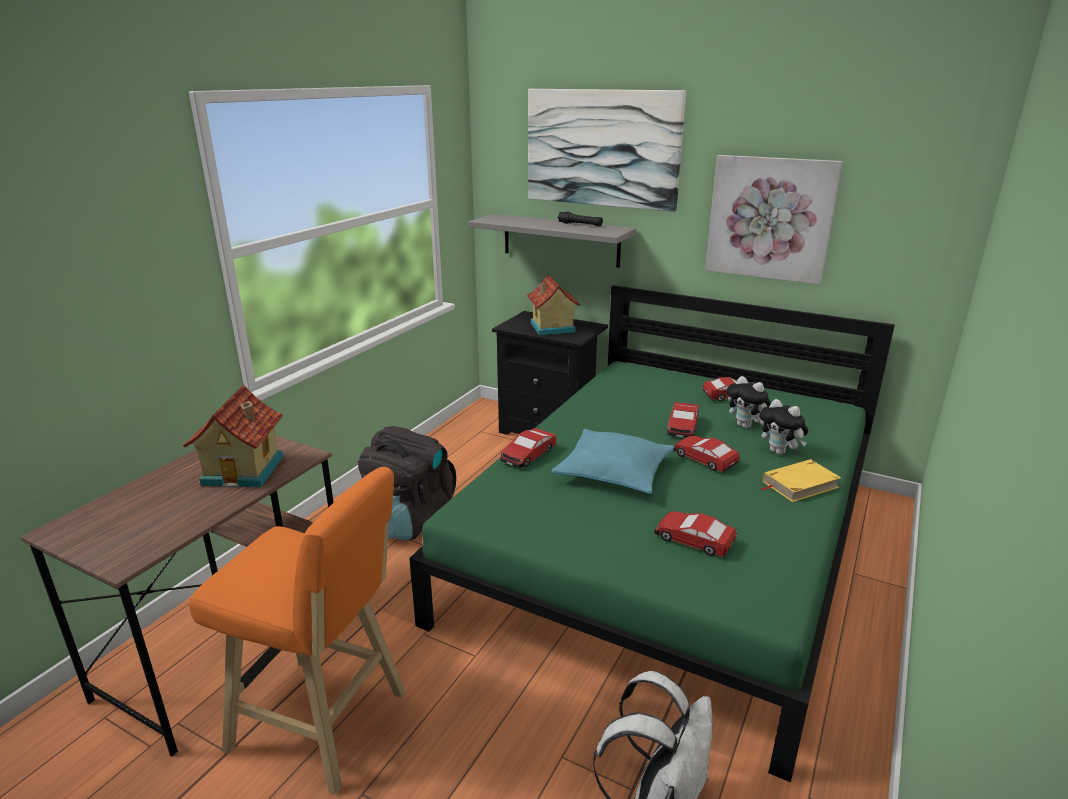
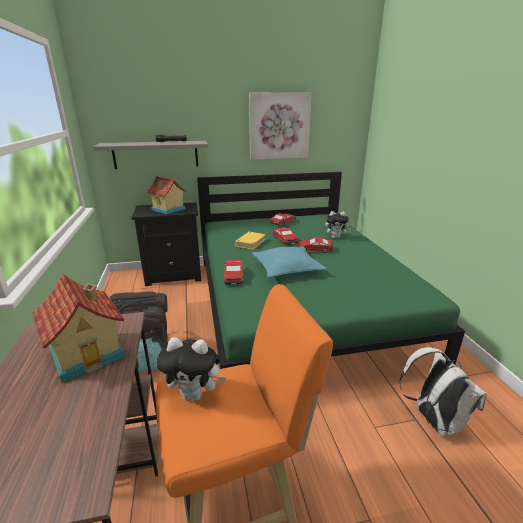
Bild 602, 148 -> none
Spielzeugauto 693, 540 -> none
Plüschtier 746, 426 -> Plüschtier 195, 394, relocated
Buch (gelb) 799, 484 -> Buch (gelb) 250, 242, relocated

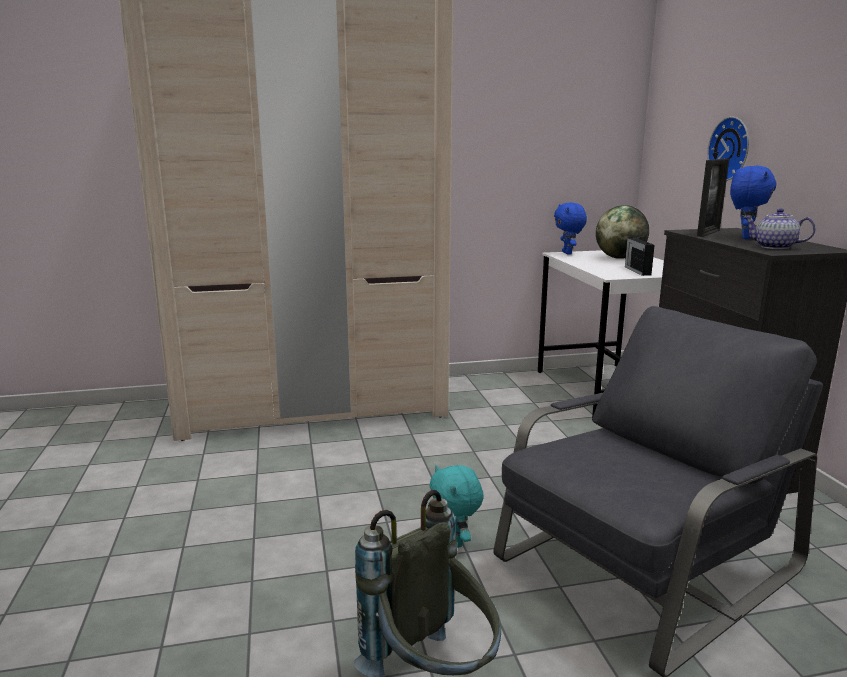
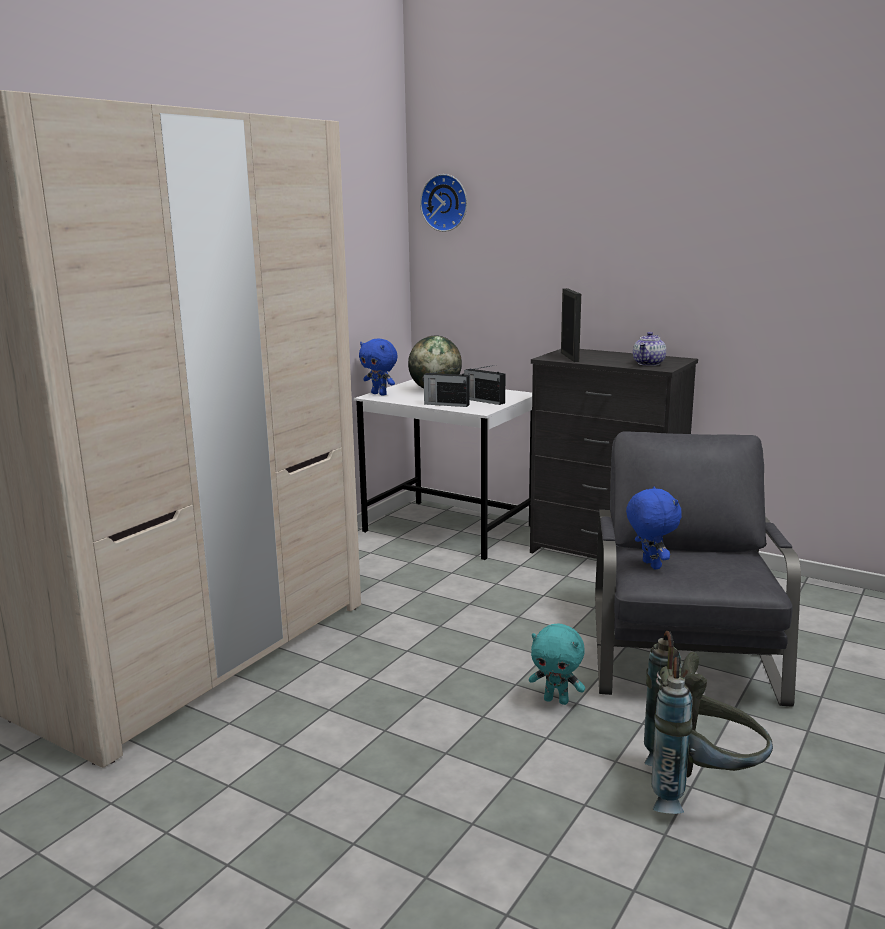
none -> Radio 445, 404
Wanduhr 732, 149 -> Wanduhr 445, 203, relocated
Plüschtier (blau) 744, 237 -> Plüschtier (blau) 649, 565, relocated
Teekanne 774, 247 -> Teekanne 649, 364, 45 degrees counterclockwise

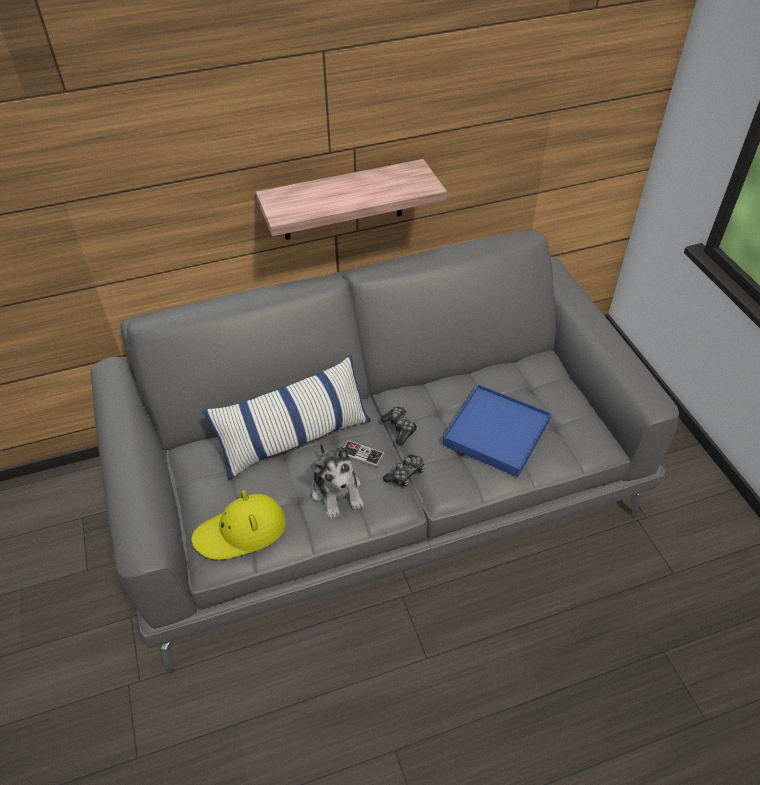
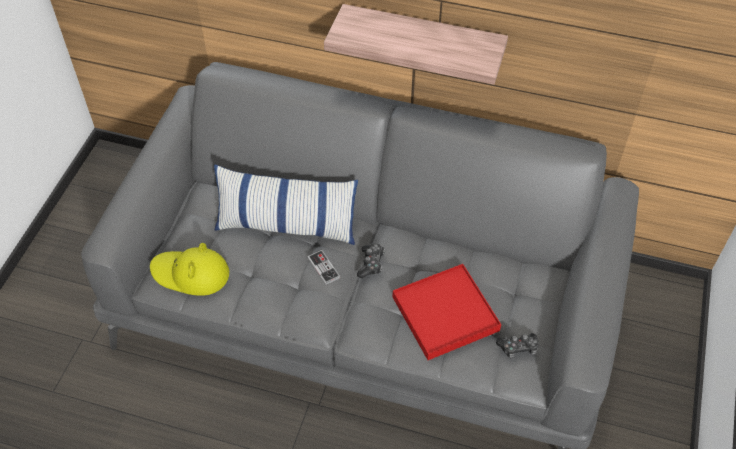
Plüschtier 337, 491 -> none
Gamepad 405, 474 -> Gamepad 518, 348, relocated
Tablett (blau) 496, 433 -> Tablett (rot) 445, 313

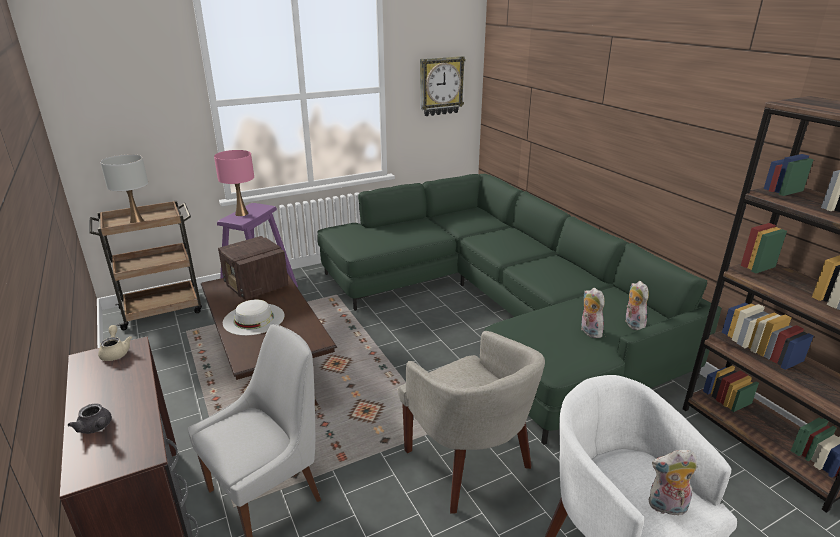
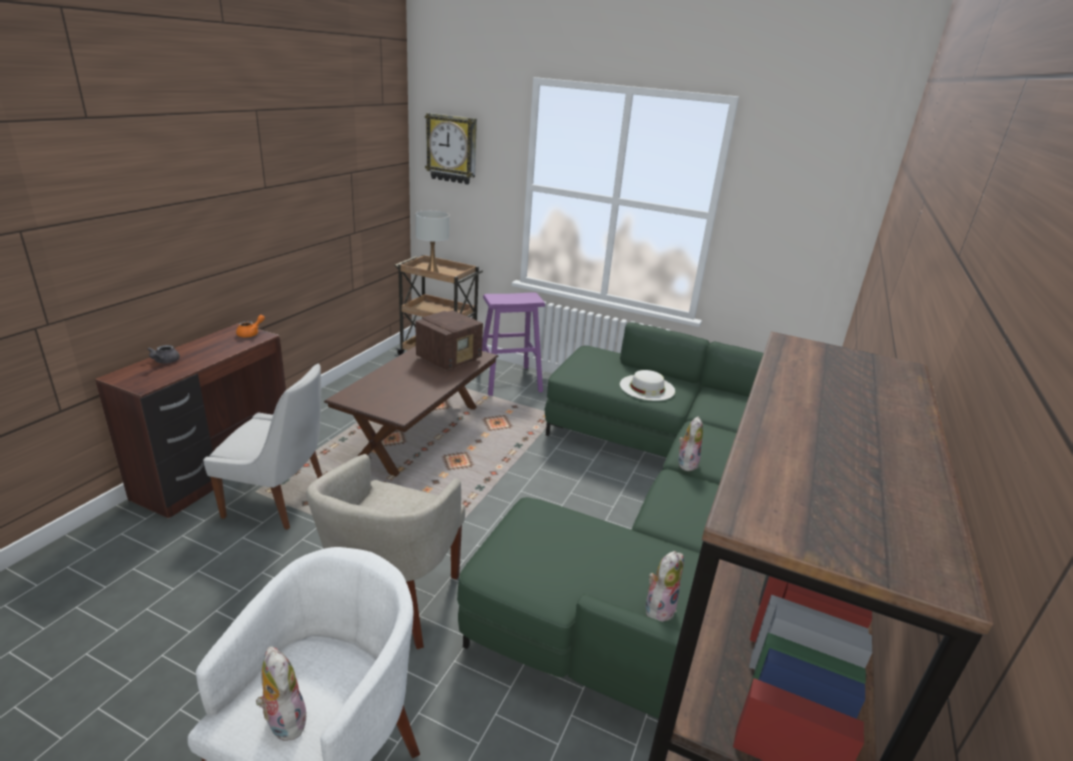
Tischlampe (rosa) 241, 214 -> none
Hut (weiß) 254, 319 -> Hut (weiß) 647, 387, relocated
Wanduhr 440, 86 -> Wanduhr 452, 149, relocated
Plüschtier 588, 331 -> Plüschtier 686, 463, relocated
Teekanne (beige) 115, 352 -> Teekanne (orange) 251, 334
Radio 256, 287 -> Radio 450, 358, 150 degrees counterclockwise

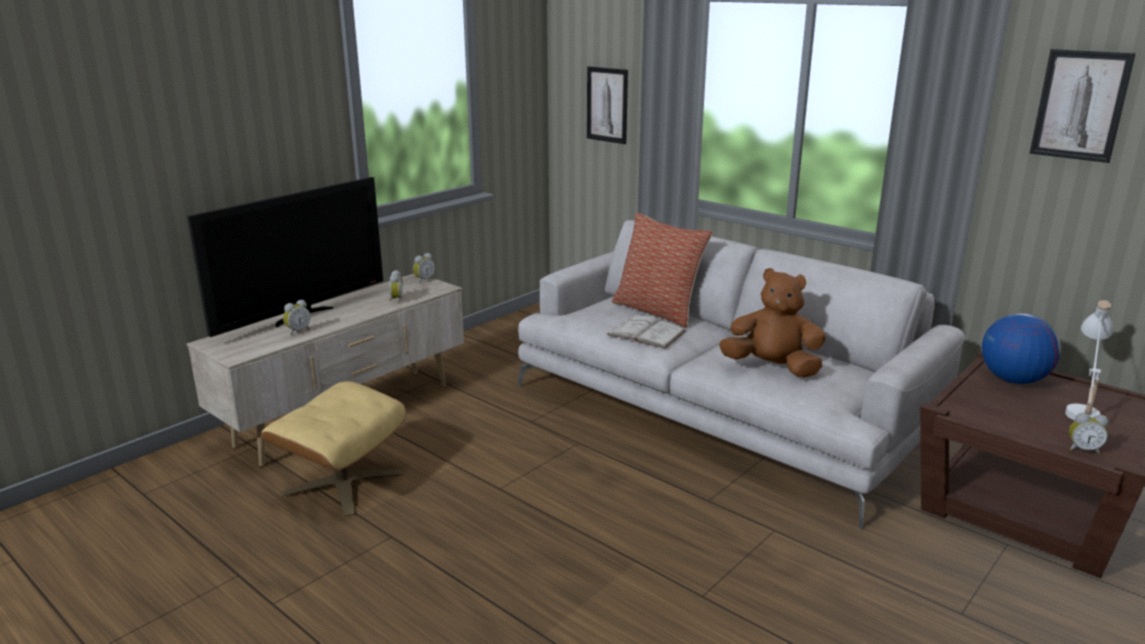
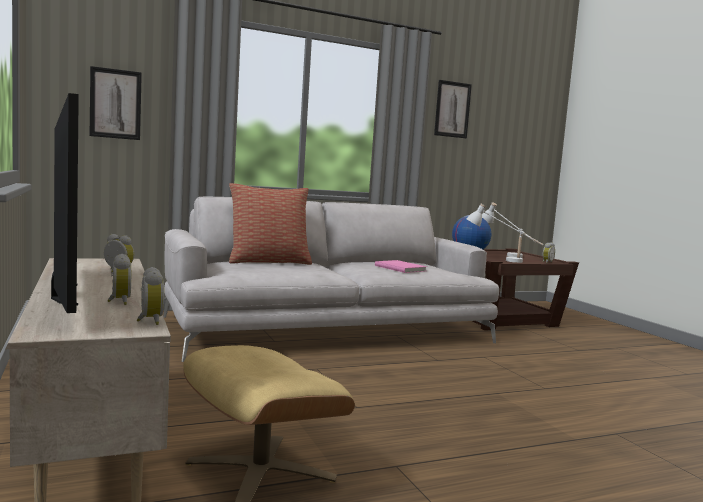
Buch (weiß) 646, 333 -> none
none -> Tischlampe (weiß) 501, 260
Wecker 424, 280 -> Wecker 149, 321, relocated
Plüschtier (braun) 772, 367 -> Buch (rosa) 400, 268

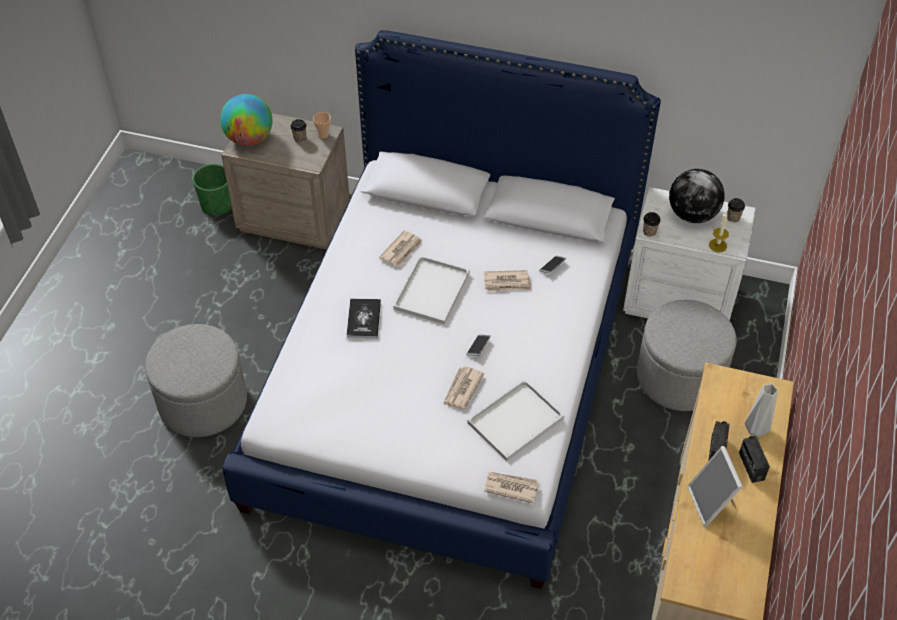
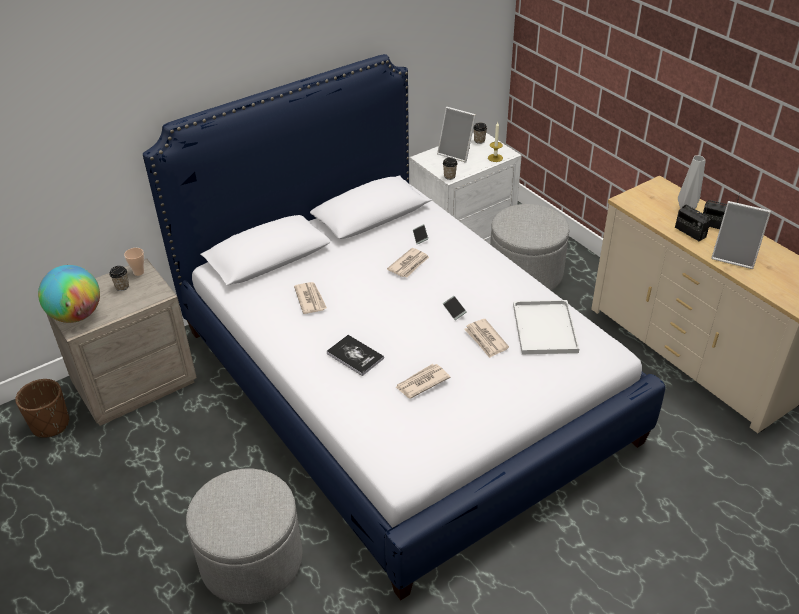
Tablett (weiß) 432, 292 -> none
Zeitung 511, 487 -> Zeitung 421, 382, relocated
Globus 692, 215 -> Bilderrahmen 457, 153
Pflanzkübel (grün) 217, 204 -> Pflanzkübel (braun) 50, 424

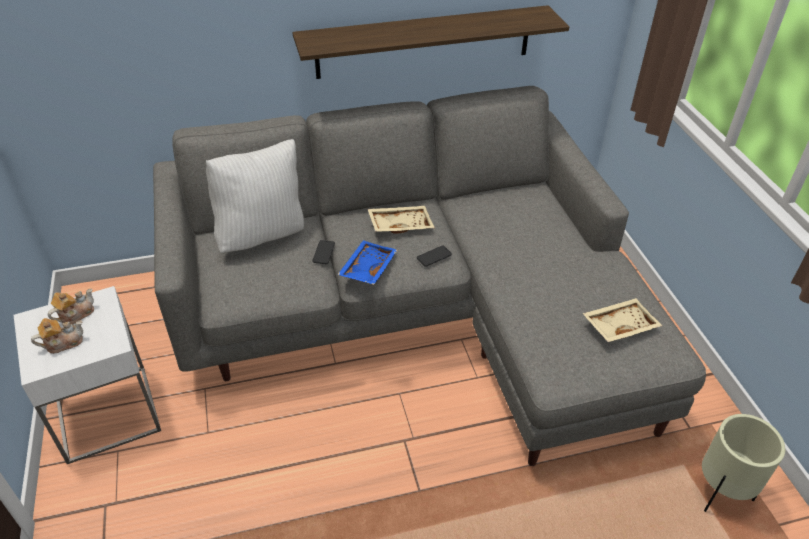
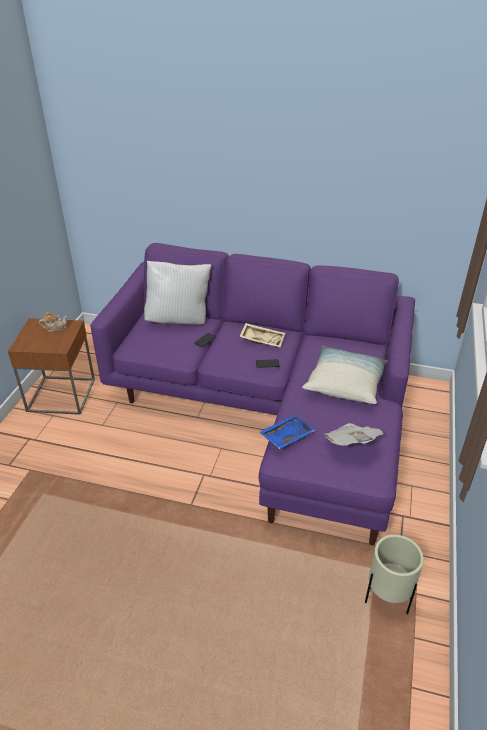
Teekanne 63, 343 -> none
Wandregal 424, 42 -> none
none -> Kissen 345, 384
Tablett (blau) 367, 268 -> Tablett (blau) 286, 436, relocated
Tablett (beige) 619, 325 -> Zeitung 351, 444
Beistelltisch (weiß) 107, 413 -> Beistelltisch (braun) 61, 395
Sofa (grau) 421, 316 -> Sofa (lila) 269, 411

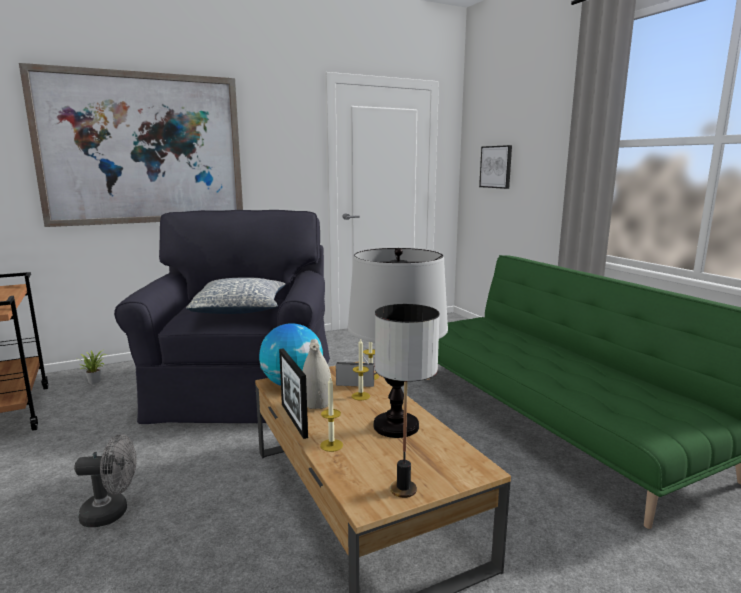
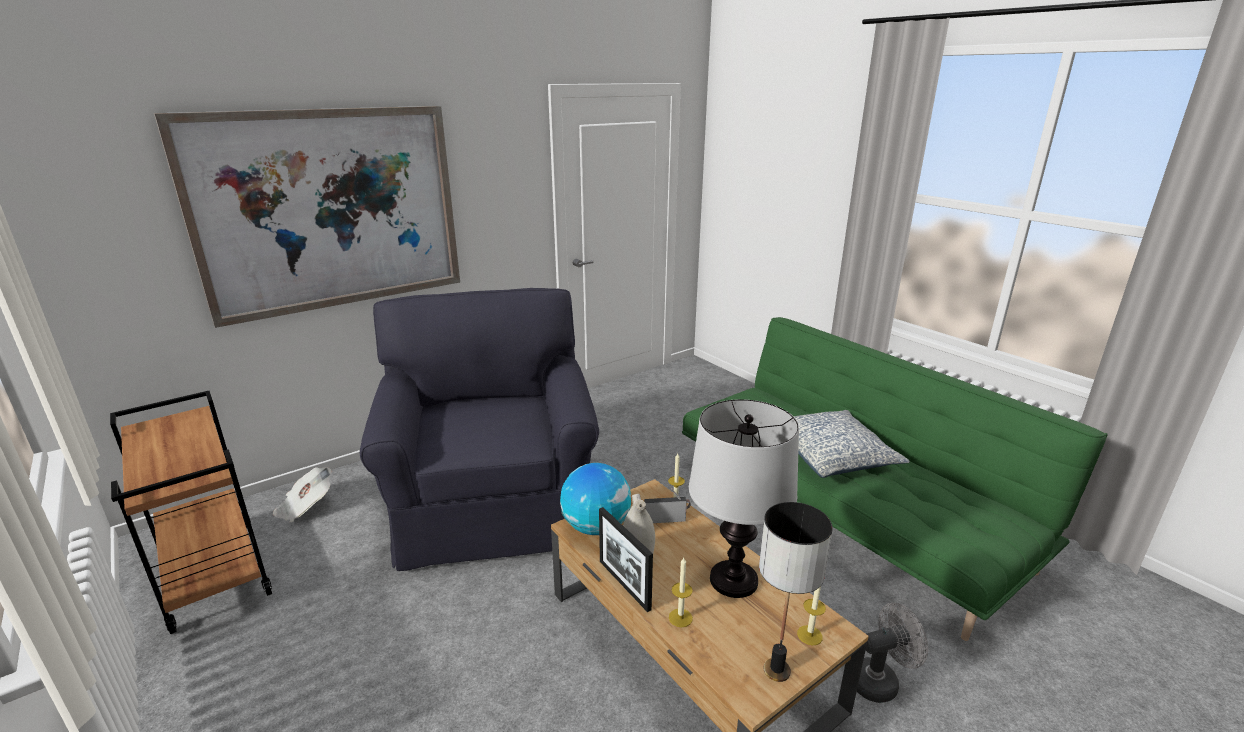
Bild 496, 167 -> none
Ventilator (grau) 112, 513 -> Ventilator (grau) 879, 681, relocated
Kissen 240, 310 -> Kissen 833, 456, relocated
Kerze 360, 396 -> Kerze 809, 635, relocated
Topfpflanze 95, 381 -> Zeitung 305, 507

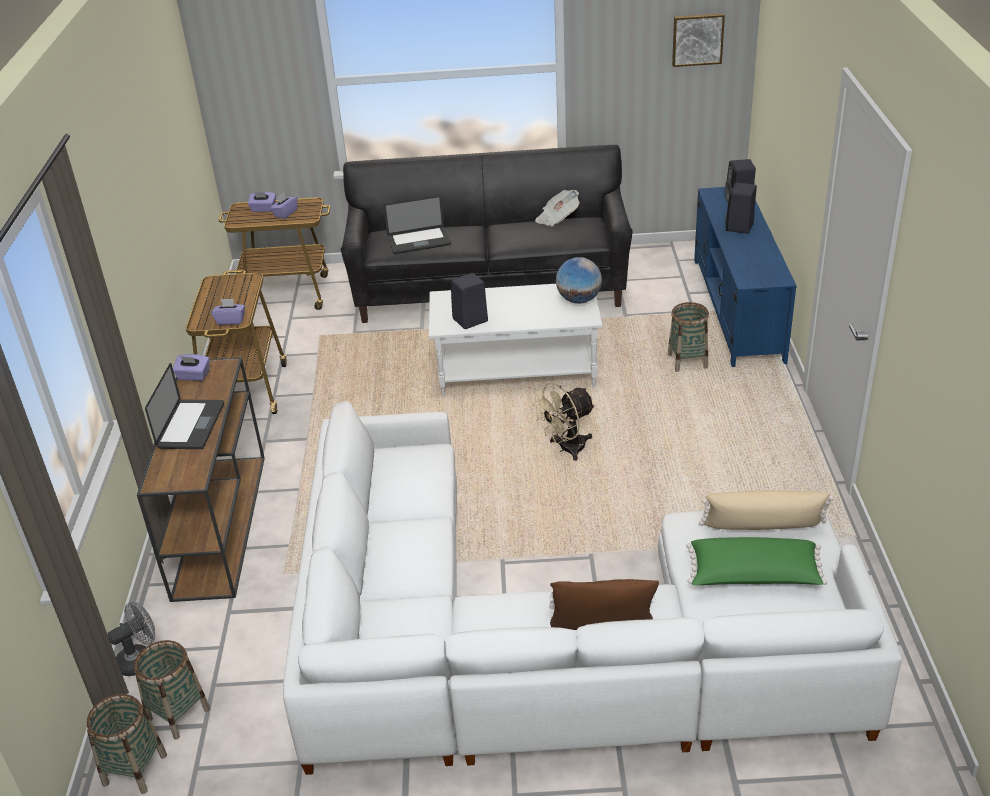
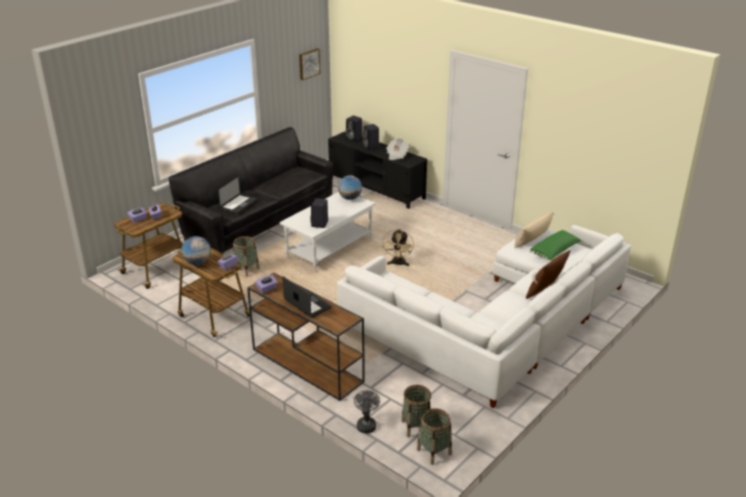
none -> Globus 197, 263
Zeitung 557, 219 -> Zeitung 396, 155, relocated
Korb 687, 361 -> Korb 246, 270, relocated
Fernsehschrank (blau) 737, 309 -> Fernsehschrank (schwarz) 376, 188

